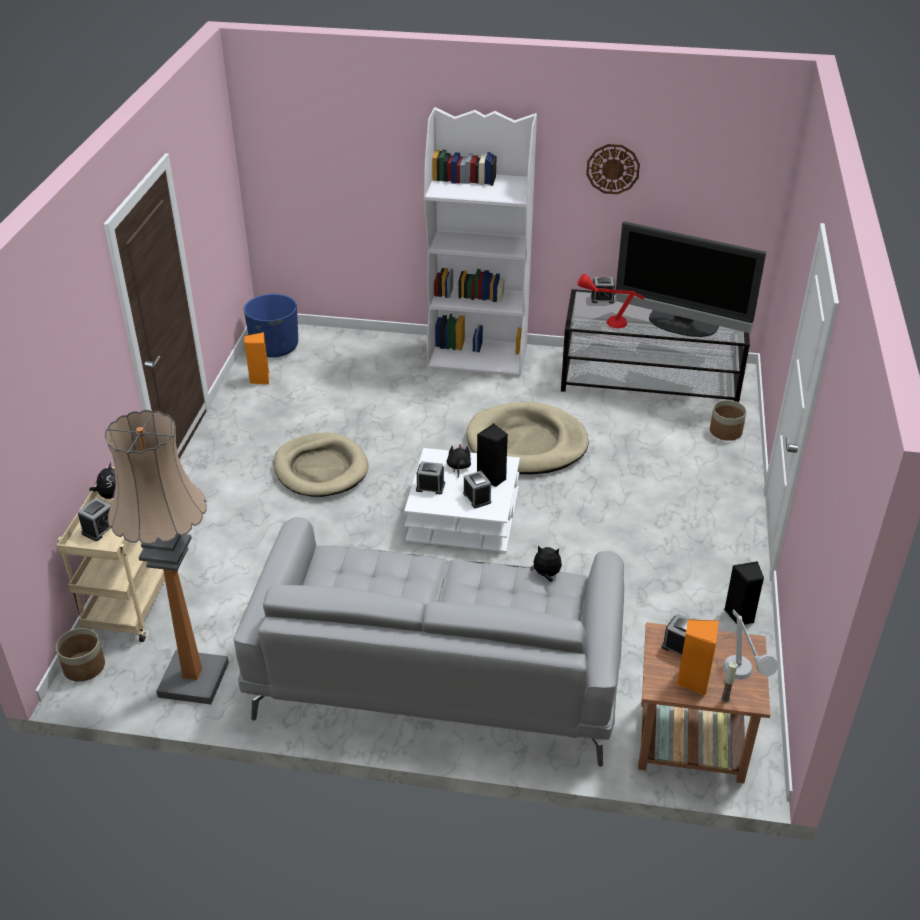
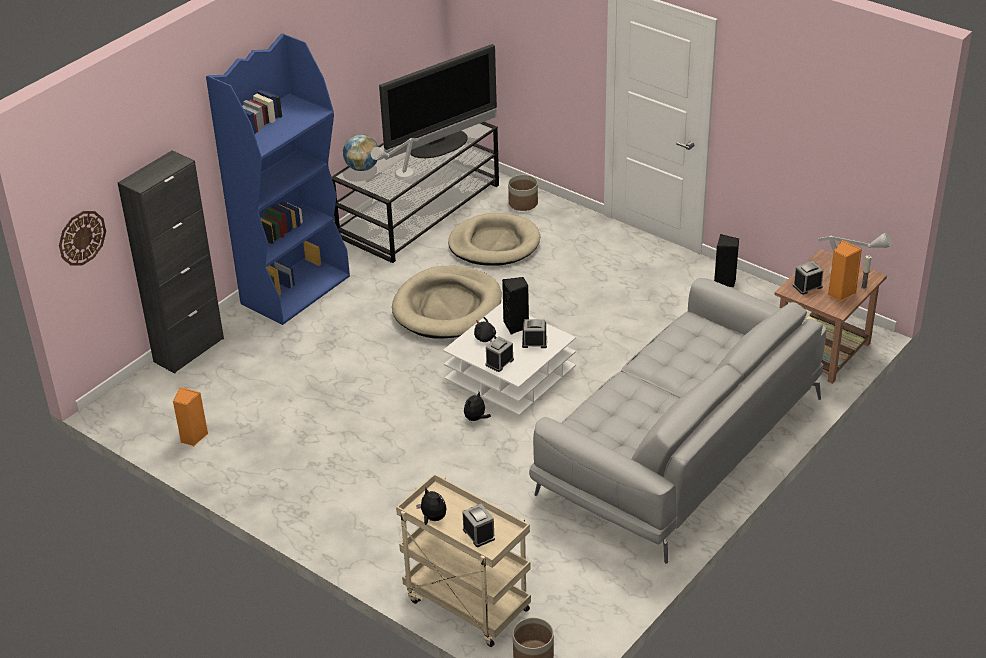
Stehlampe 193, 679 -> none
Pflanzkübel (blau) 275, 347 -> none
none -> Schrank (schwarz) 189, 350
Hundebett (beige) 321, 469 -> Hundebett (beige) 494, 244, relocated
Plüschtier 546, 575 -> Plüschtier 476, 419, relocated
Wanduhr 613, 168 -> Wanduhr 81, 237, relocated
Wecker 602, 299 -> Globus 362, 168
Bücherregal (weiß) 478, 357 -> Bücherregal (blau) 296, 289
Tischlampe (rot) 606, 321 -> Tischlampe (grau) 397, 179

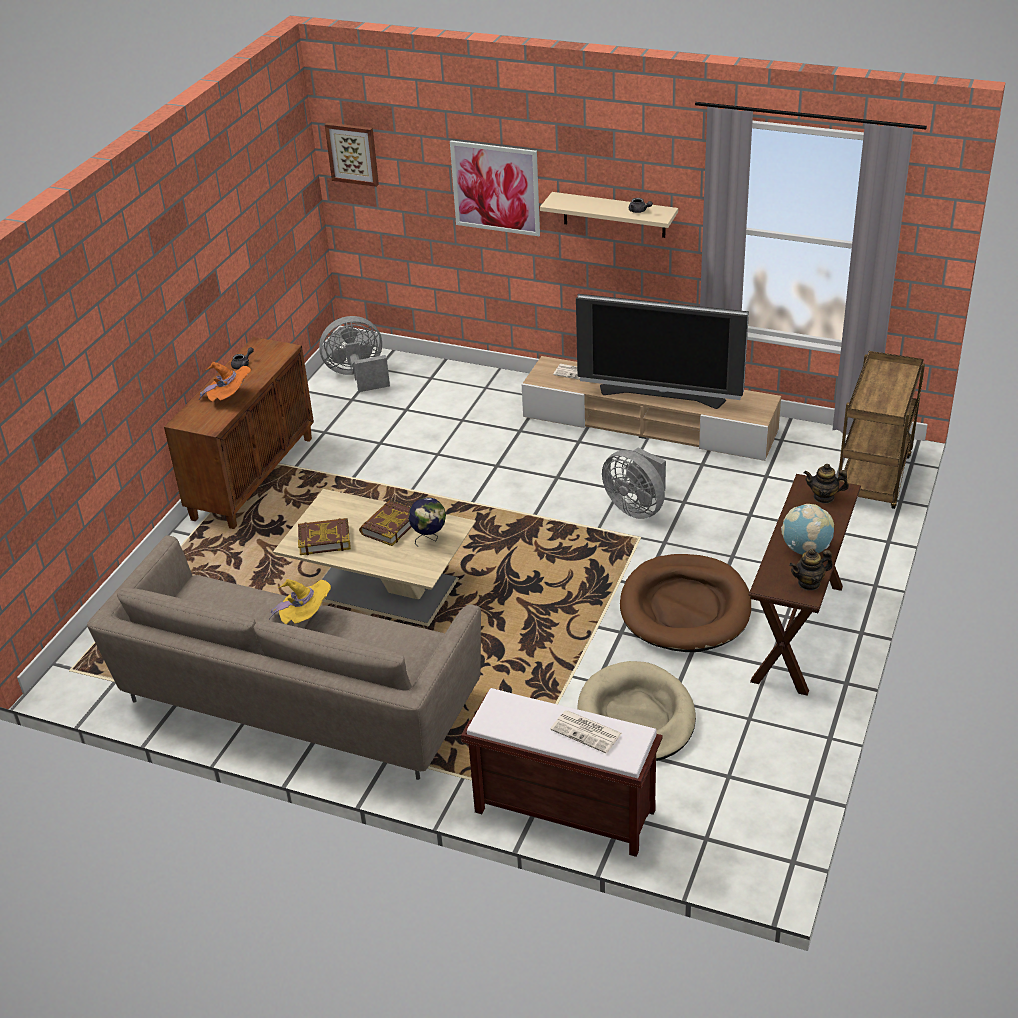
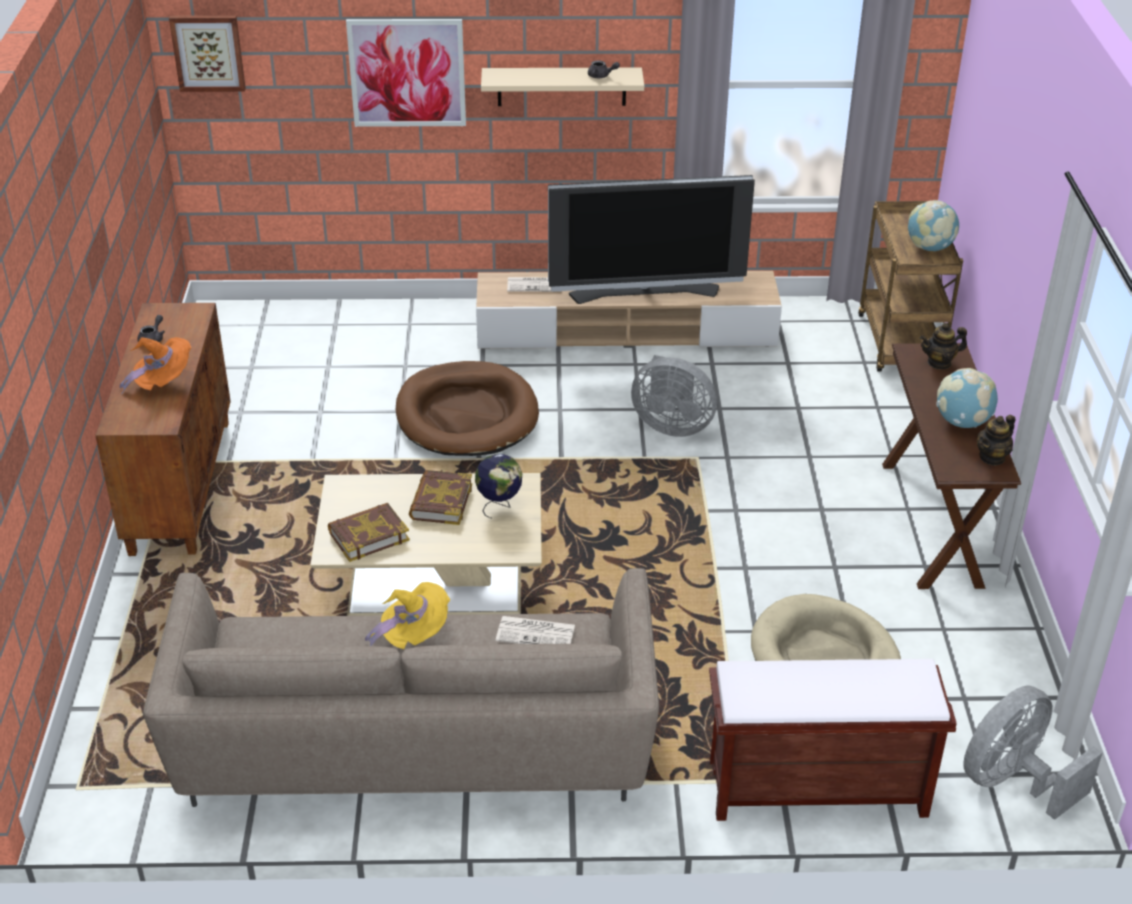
none -> Globus 929, 248
Ventilator (grau) 358, 376 -> Ventilator (grau) 1013, 781, relocated
Zeitung 587, 732 -> Zeitung 536, 633, relocated
Hundebett (braun) 685, 608 -> Hundebett (braun) 466, 415, relocated

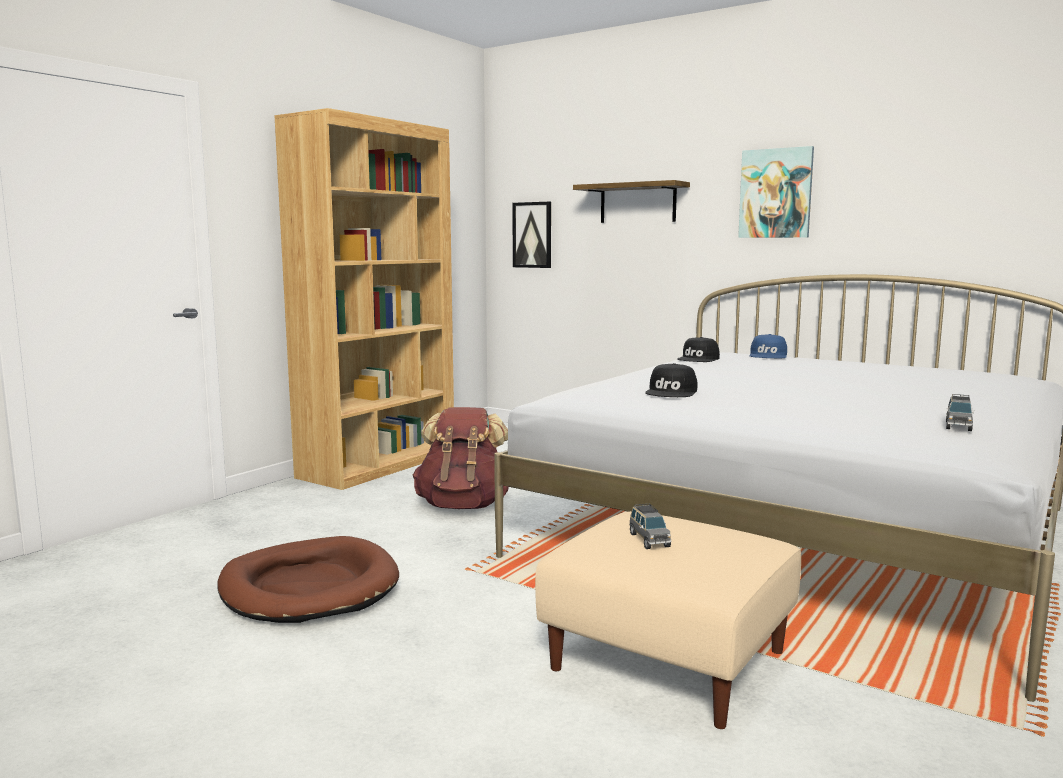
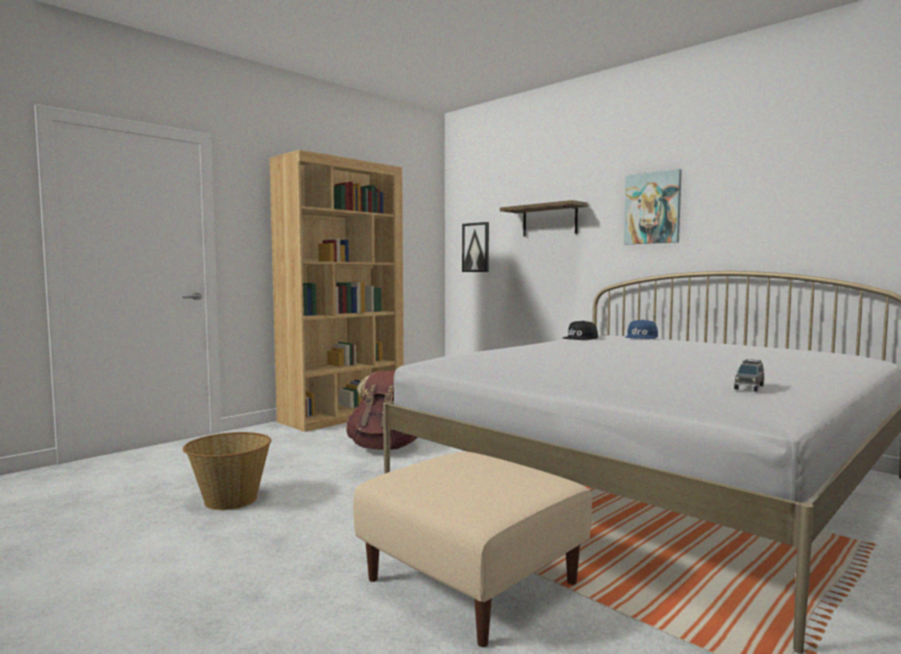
Spielzeugauto (grau) 649, 540 -> none
Kappe (schwarz) 672, 392 -> none
Hundebett (braun) 309, 587 -> Korb 230, 500

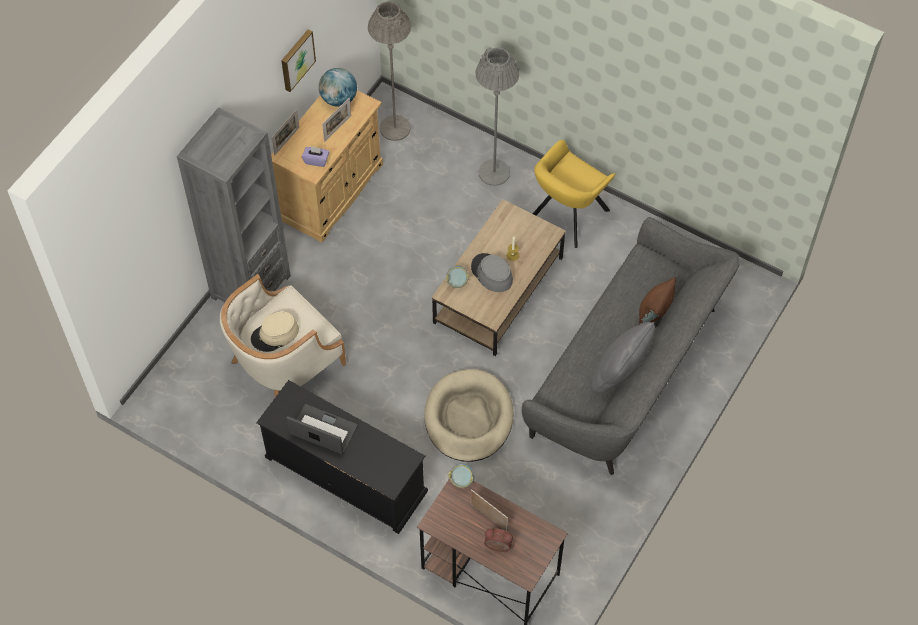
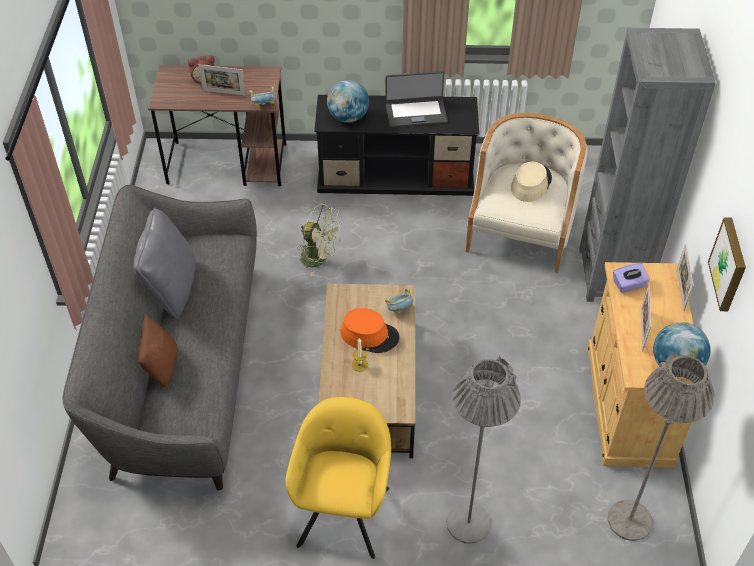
none -> Globus 348, 117
Hundebett (beige) 468, 418 -> Ventilator (grün) 319, 259
Hut (grau) 491, 273 -> Hut (orange) 369, 335

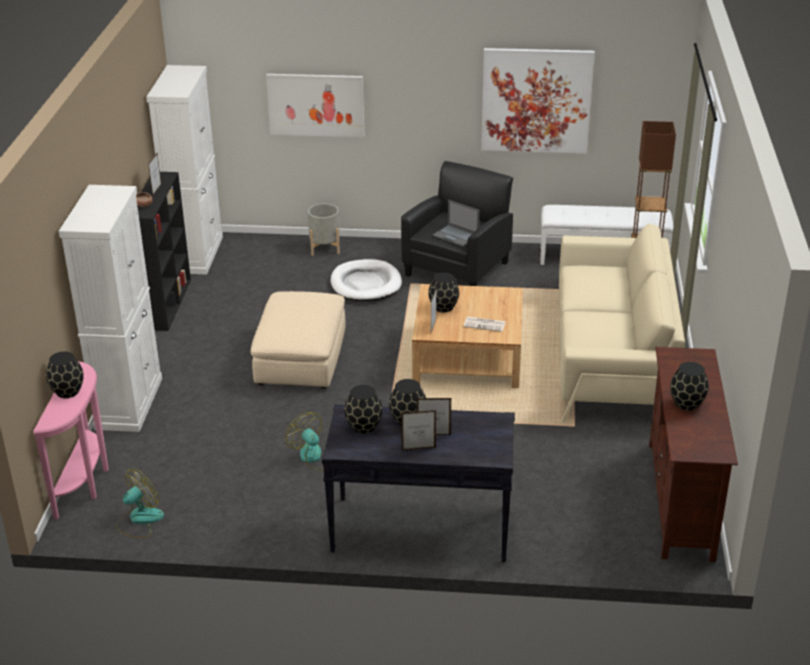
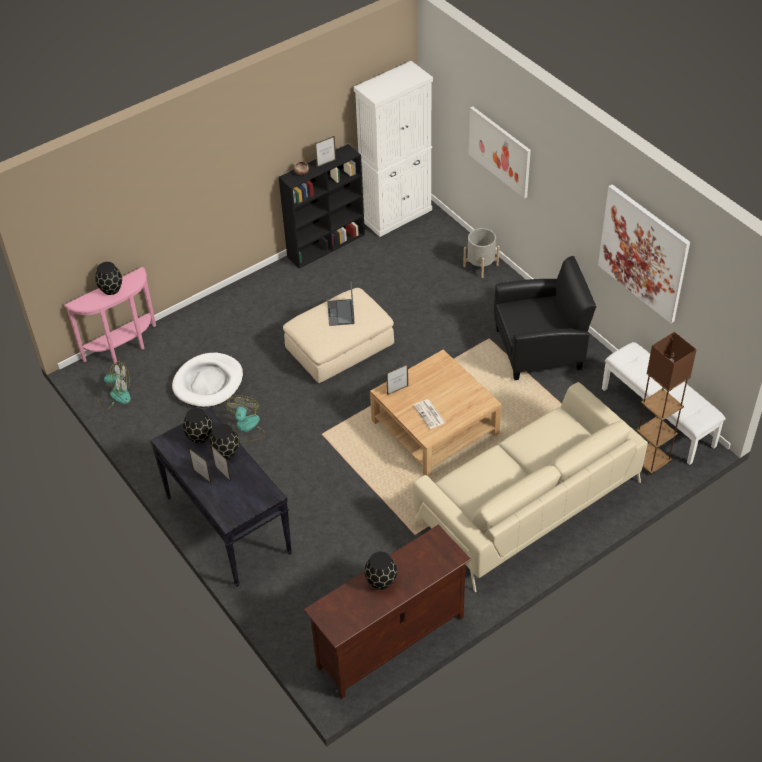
Schrank (weiß) 129, 403 -> none
Vase (schwarz) 444, 307 -> none
Hundebett (weiß) 366, 284 -> Hundebett (weiß) 208, 383, relocated
Laptop 456, 235 -> Laptop 341, 313, relocated

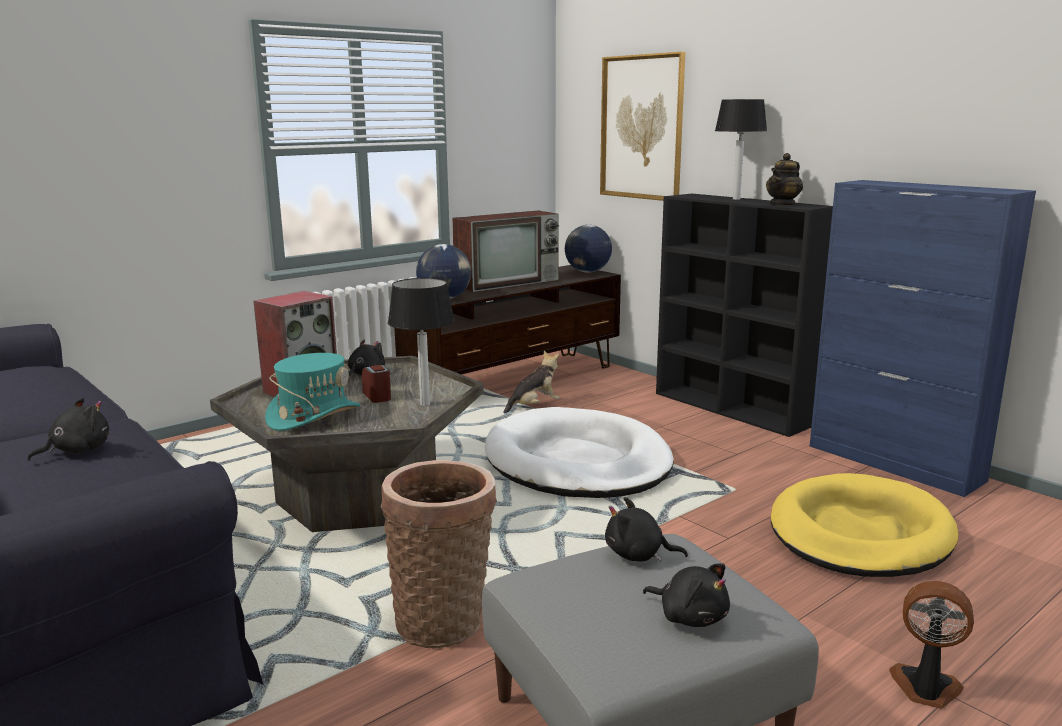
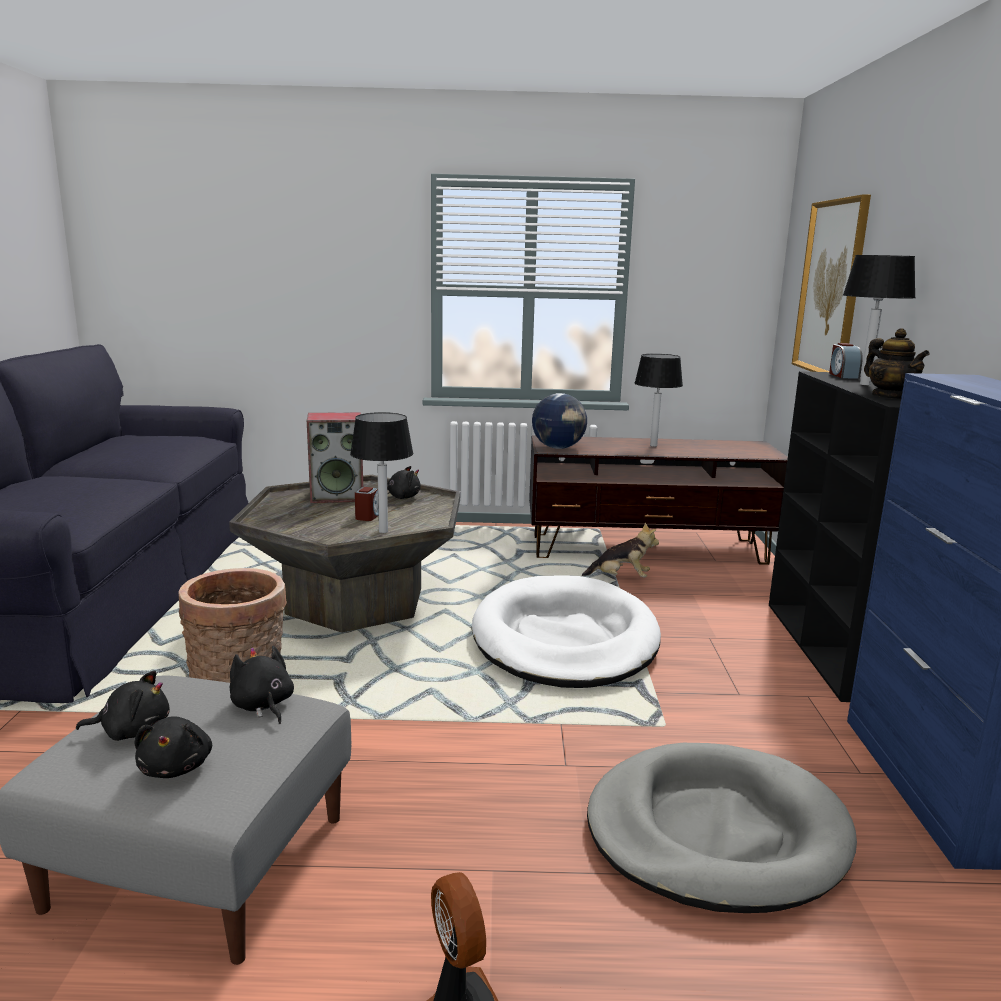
Hut (türkis) 314, 416 -> none
Globus 587, 272 -> none
none -> Wecker 843, 375
Plüschtier (schwarz) 77, 451 -> Plüschtier (schwarz) 132, 730, relocated
Fernseher 508, 282 -> Tischlampe 653, 445
Hundebett (gelb) 859, 533 -> Hundebett (grau) 715, 832
Teekanne 783, 204 -> Teekanne 890, 397, 105 degrees counterclockwise

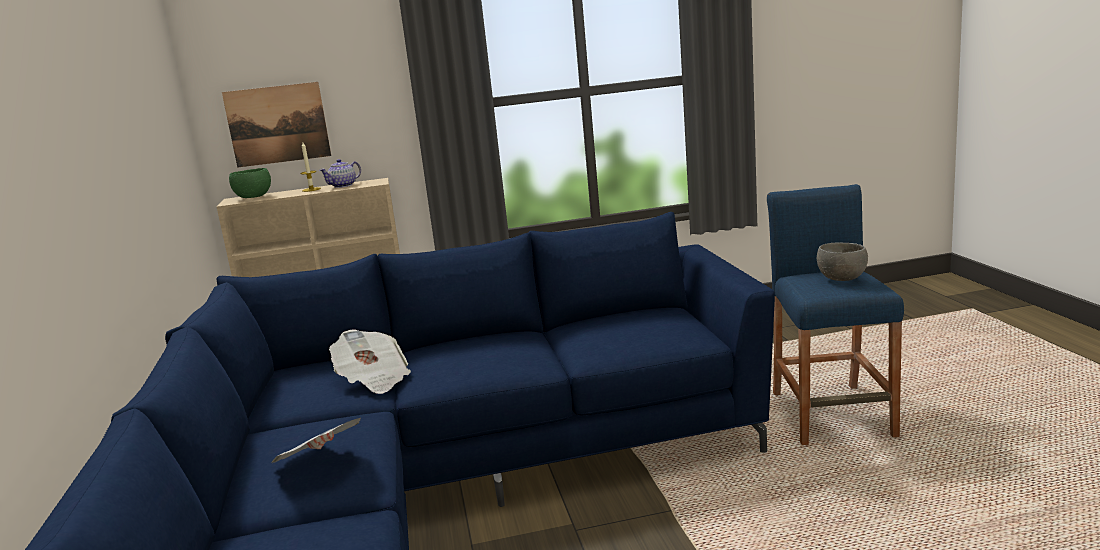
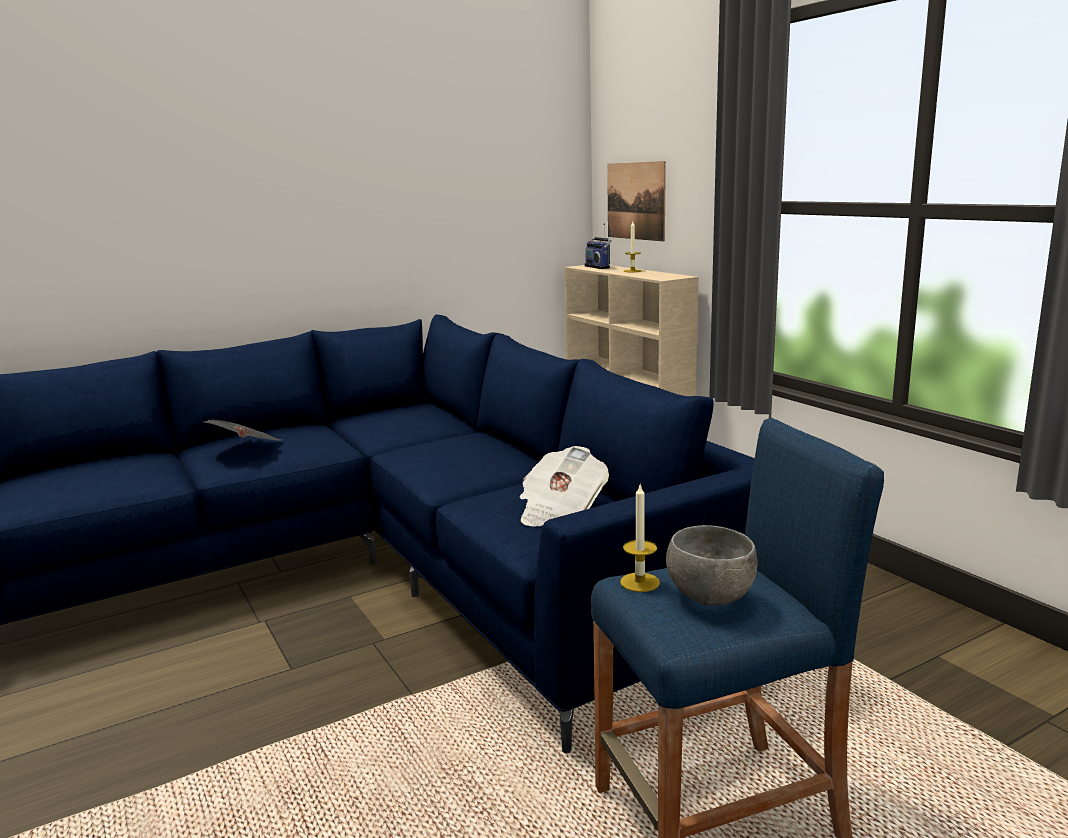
Teekanne 343, 186 -> none
none -> Kerze 640, 582
Zeitung 373, 380 -> Zeitung 560, 511, relocated
Schüssel (grün) 254, 197 -> Radio 598, 267

